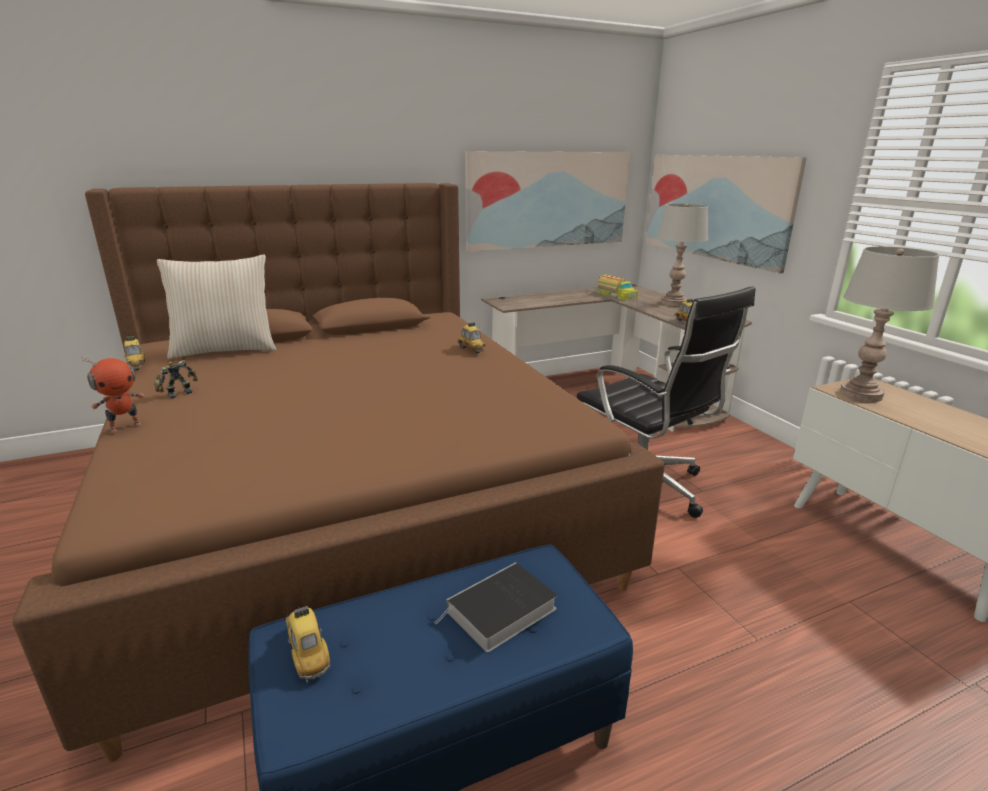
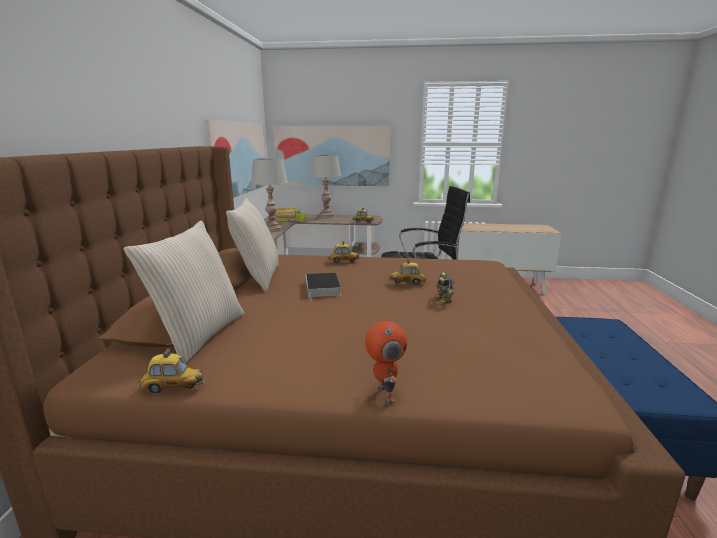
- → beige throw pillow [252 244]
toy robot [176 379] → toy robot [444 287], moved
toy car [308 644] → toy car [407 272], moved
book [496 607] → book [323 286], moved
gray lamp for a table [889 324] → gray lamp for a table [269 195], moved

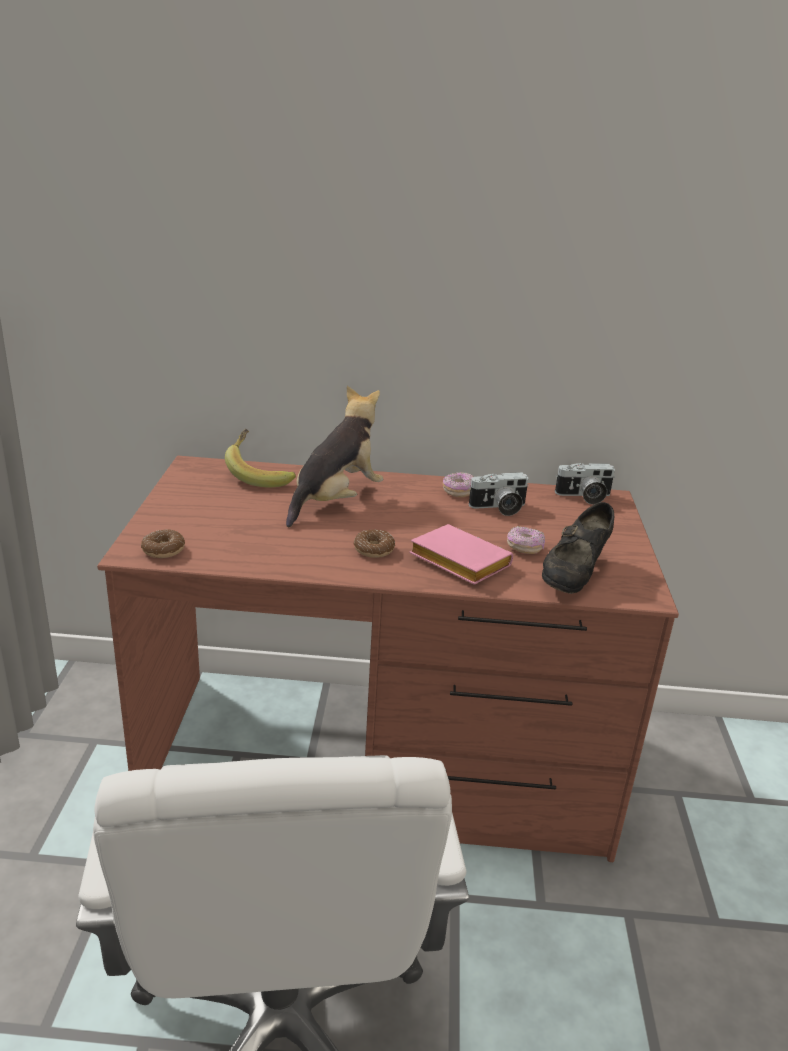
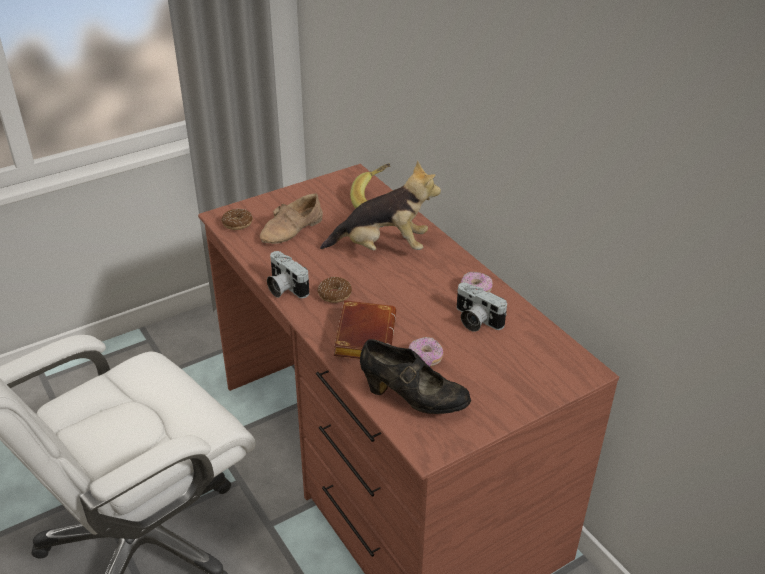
- → beige shoe [291 218]
photo camera [585 483] → photo camera [288 274], moved
pink-coloured book [461 554] → brown book [365 329]
black shoe [578 548] → black shoe [415 376], 150 degrees counterclockwise

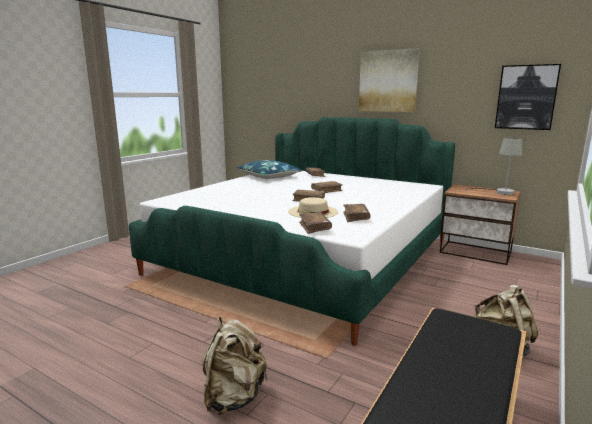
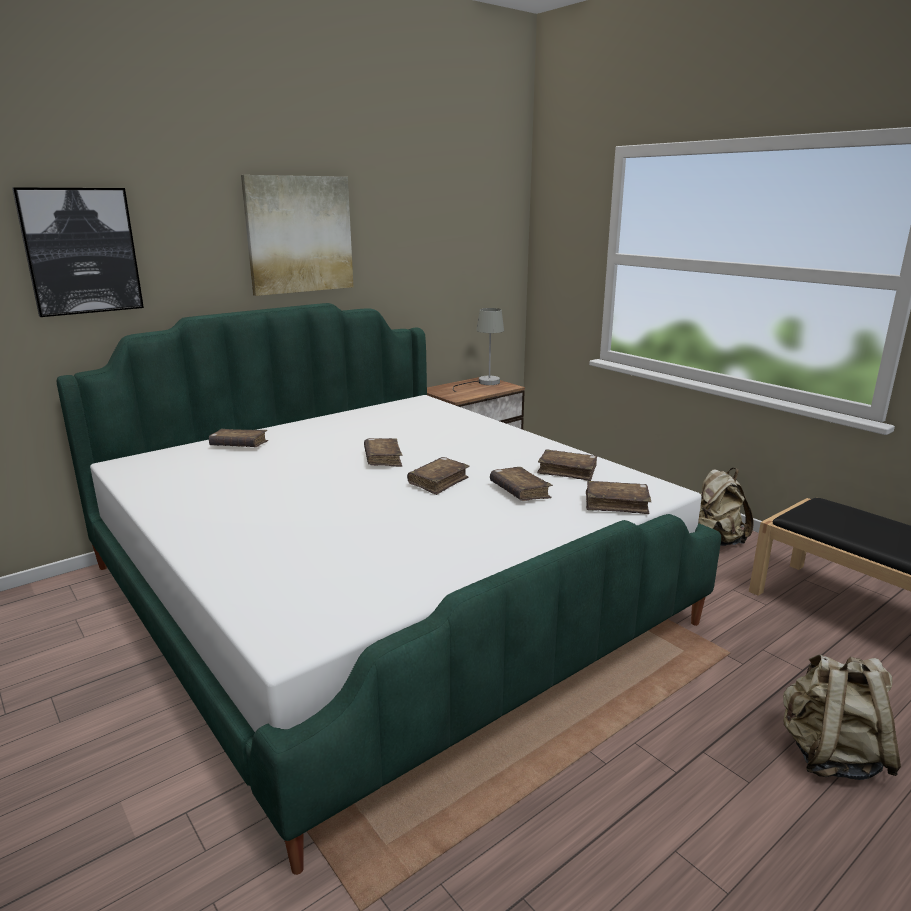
blue-coloured throw pillow [269 169] → -
wall picture [528 97] → wall picture [78 252], moved
beige hat [313 207] → brown book [521 484]

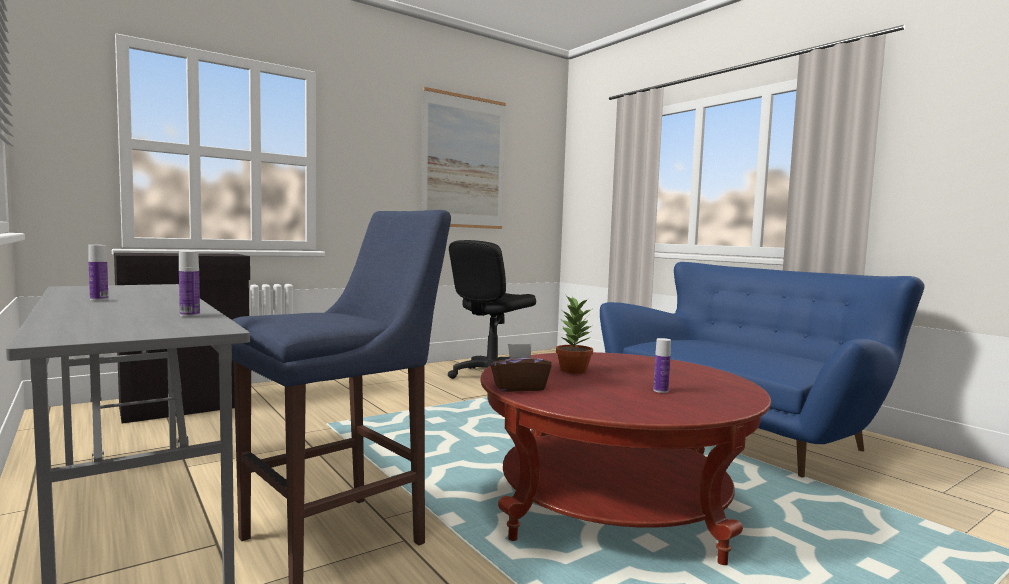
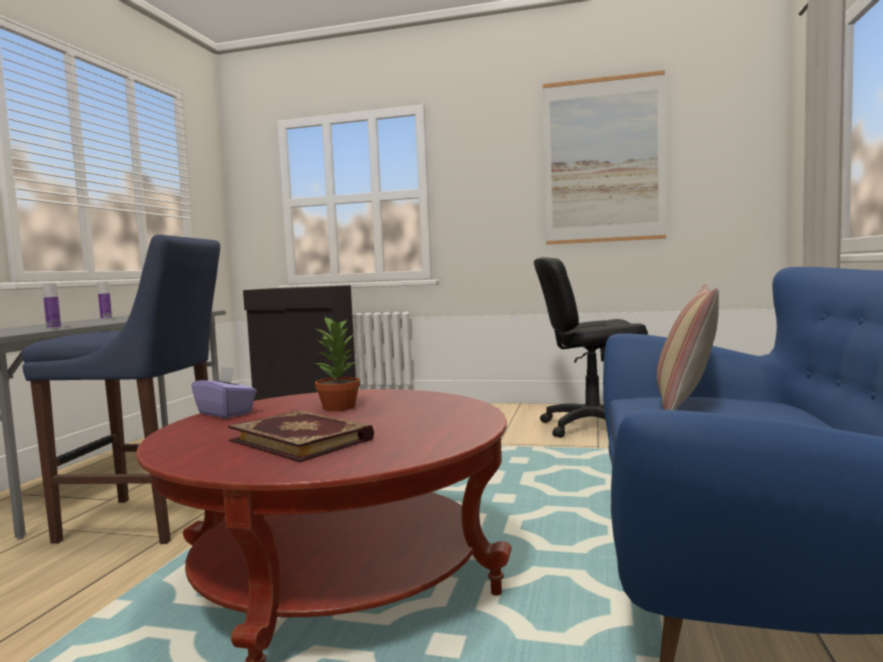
- → throw pillow [688 347]
drink bottle [662 365] → book [301 436]
brown box of tissues [521 368] → purplish box of tissues [224 392]

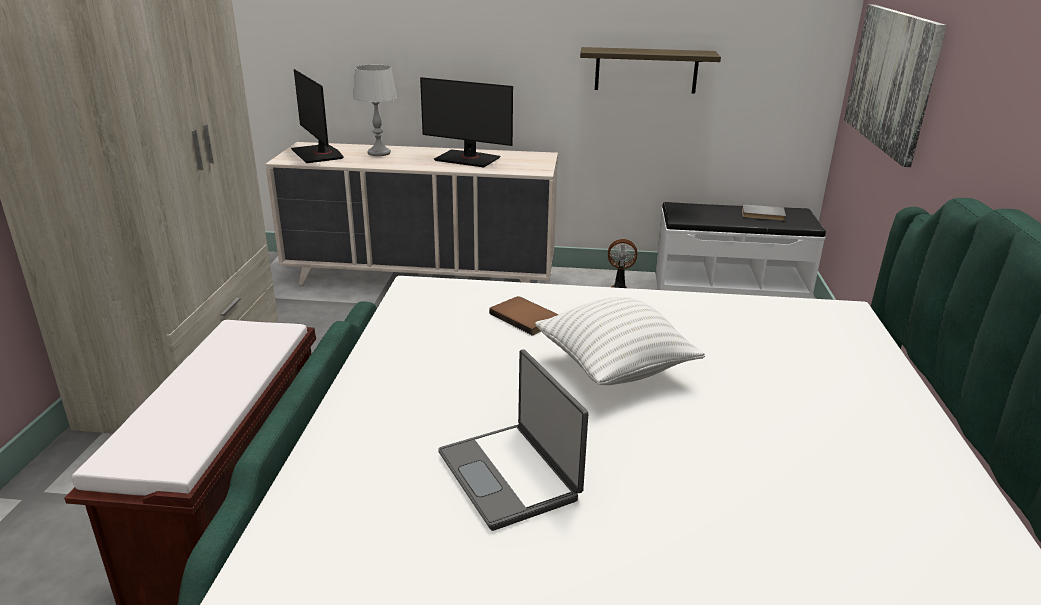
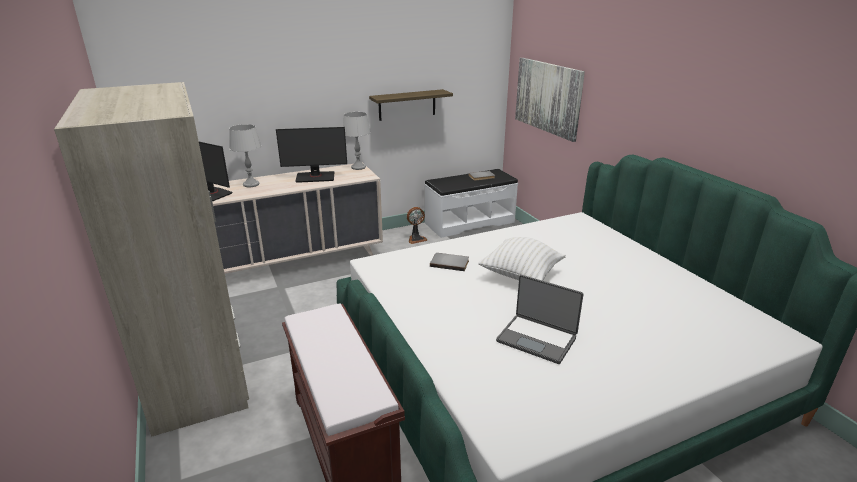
- → gray lamp for a table [357 141]
brown book [524 316] → gray book [449 262]

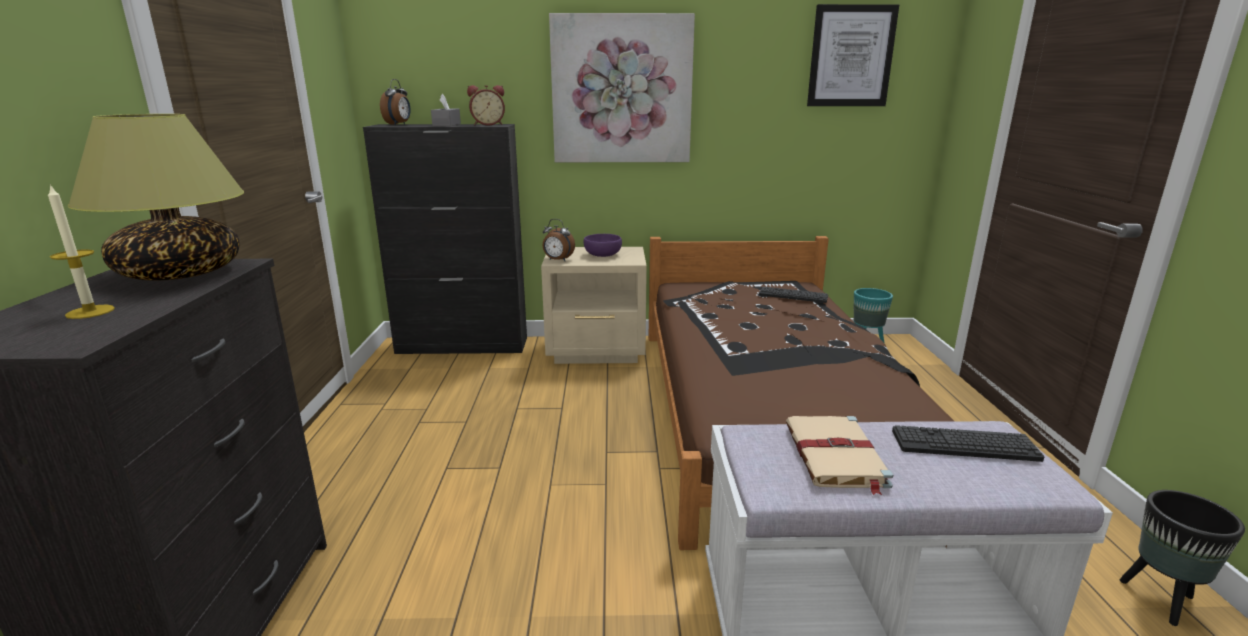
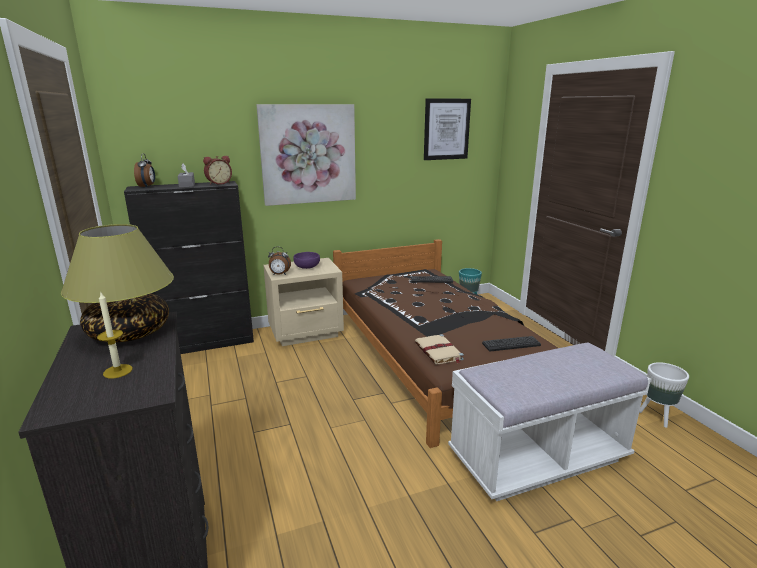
beige book [839 455] → beige book [439 349], moved
PC keyboard [968 443] → PC keyboard [511 343], moved
black planter [1182 558] → white-coloured planter [664 395]

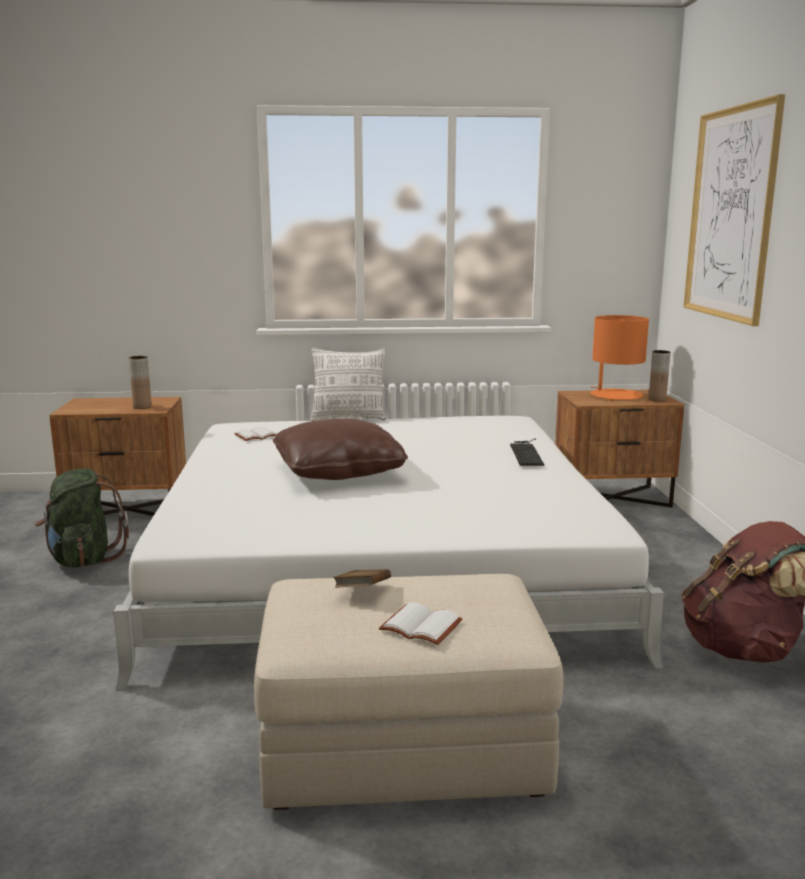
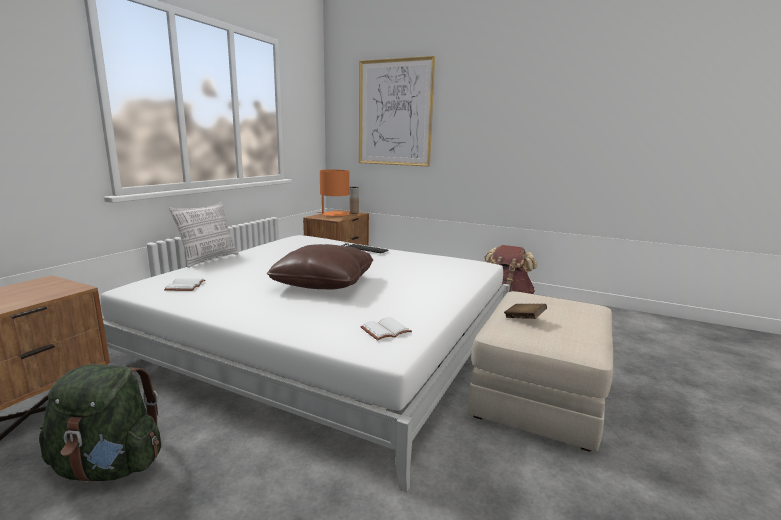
brown vase [140 382] → -
white-coloured book [421 623] → white-coloured book [386 329], moved

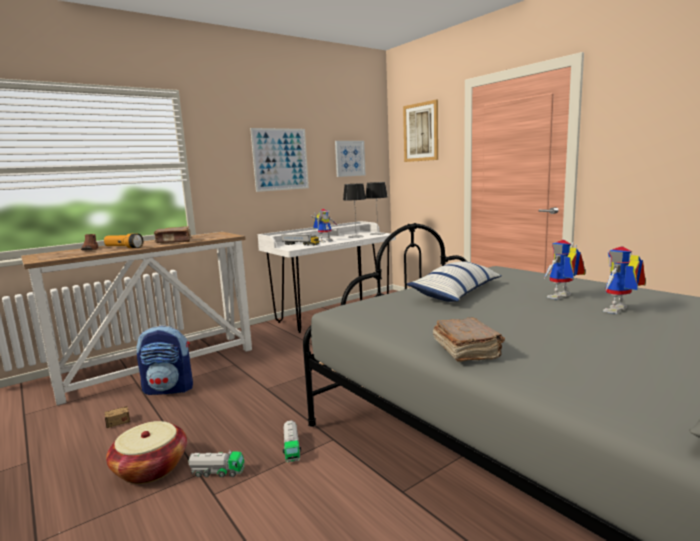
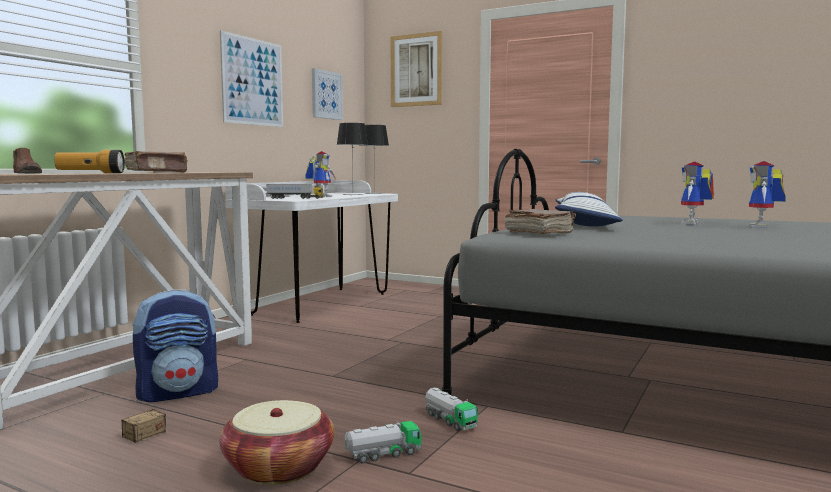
brown book [469 339] → brown book [540 221], moved

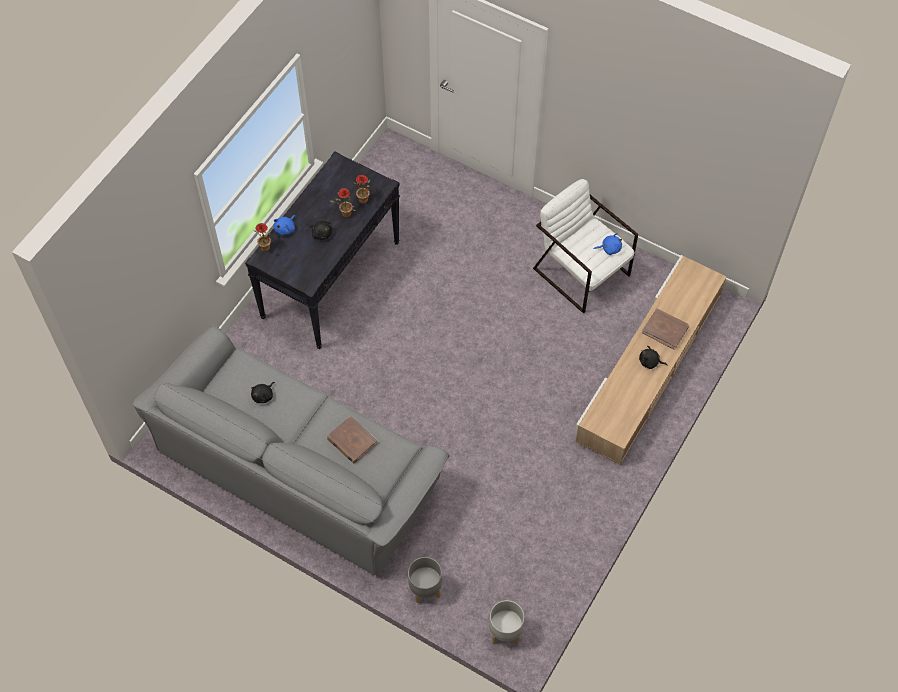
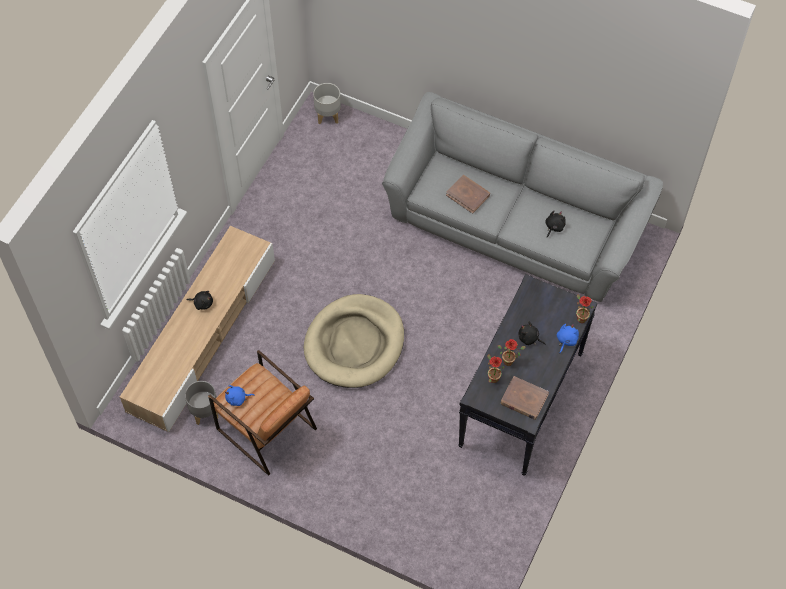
- → beige dog bed [354 341]
gray planter [425 580] → gray planter [202 403], moved
brown book [665 329] → brown book [525 398], moved
white-coloured armchair [585 246] → brown armchair [262 413]

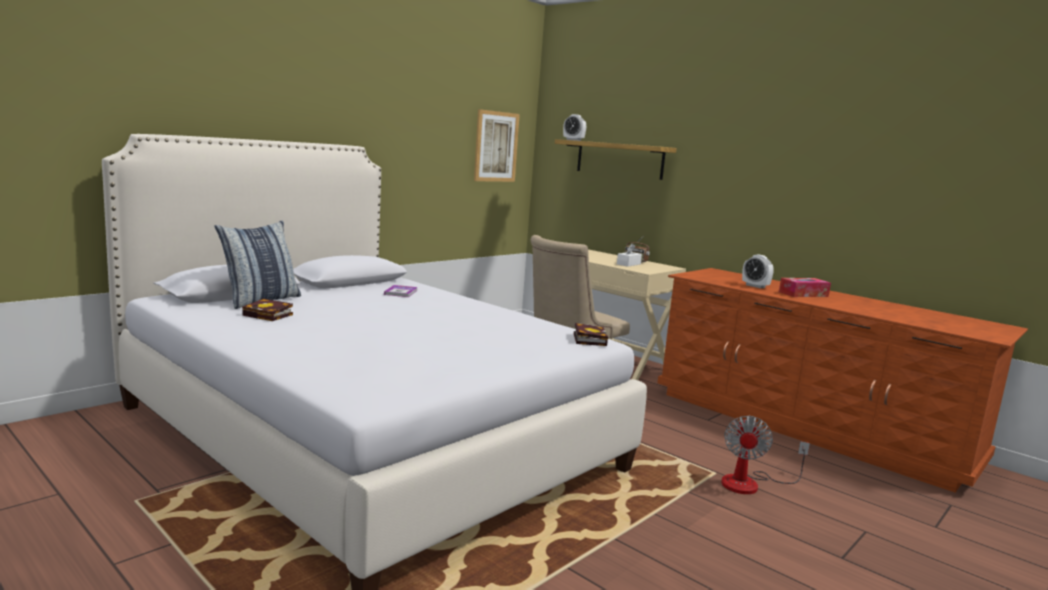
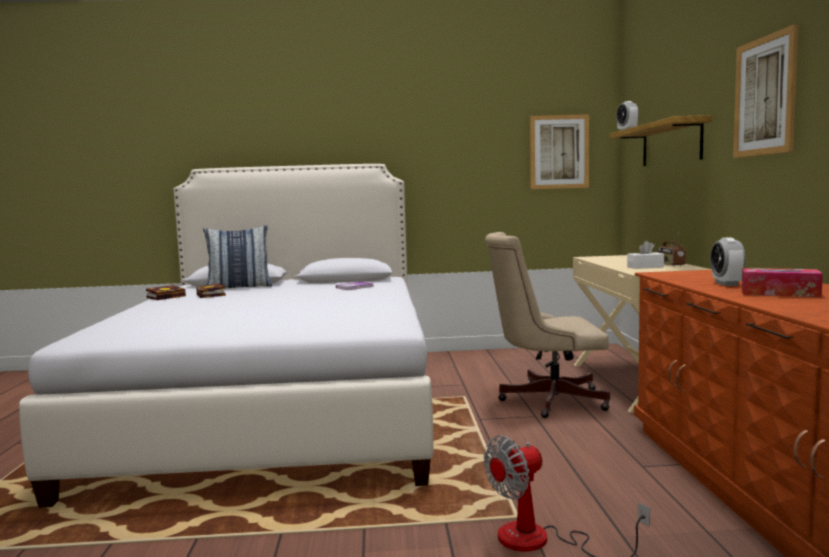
- → wall picture [766 91]
book [591 334] → book [166 292], moved

